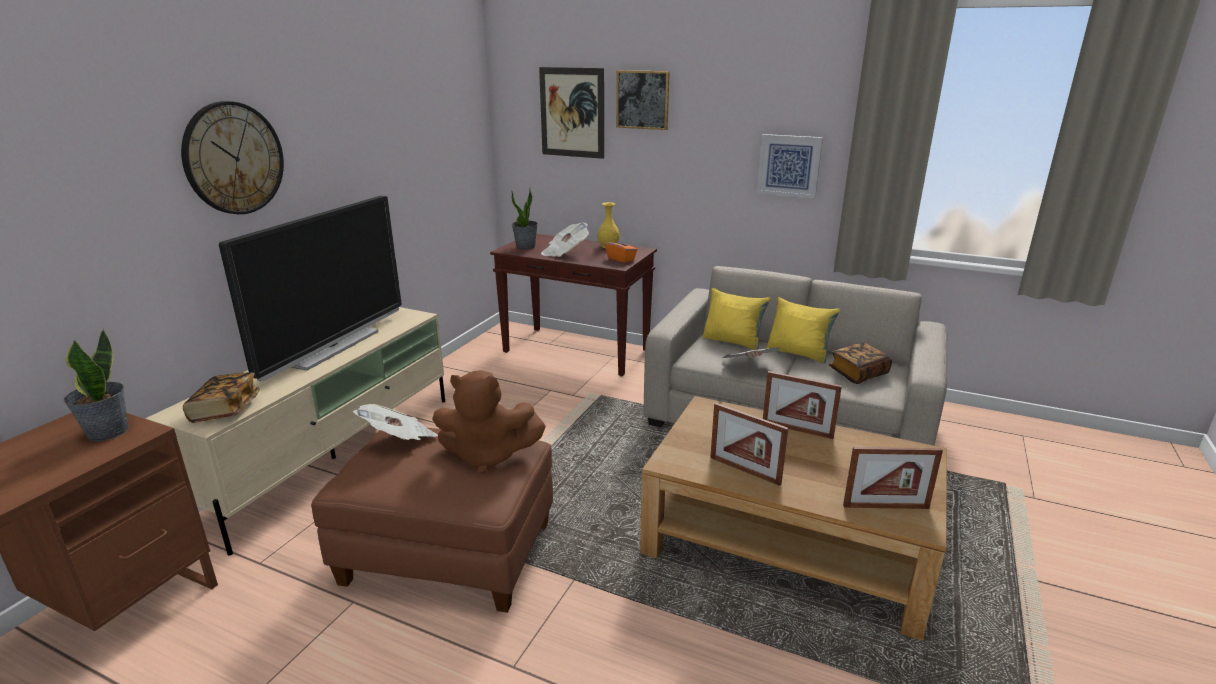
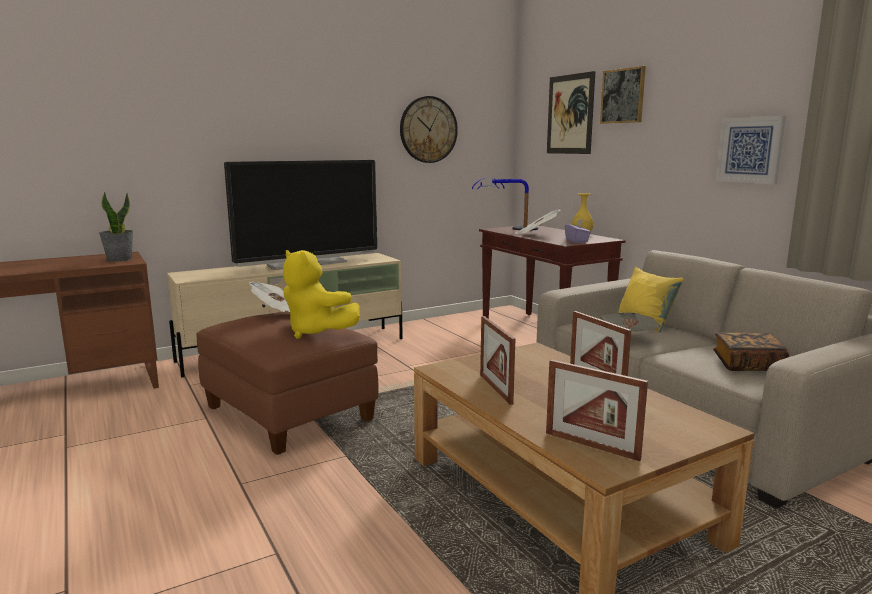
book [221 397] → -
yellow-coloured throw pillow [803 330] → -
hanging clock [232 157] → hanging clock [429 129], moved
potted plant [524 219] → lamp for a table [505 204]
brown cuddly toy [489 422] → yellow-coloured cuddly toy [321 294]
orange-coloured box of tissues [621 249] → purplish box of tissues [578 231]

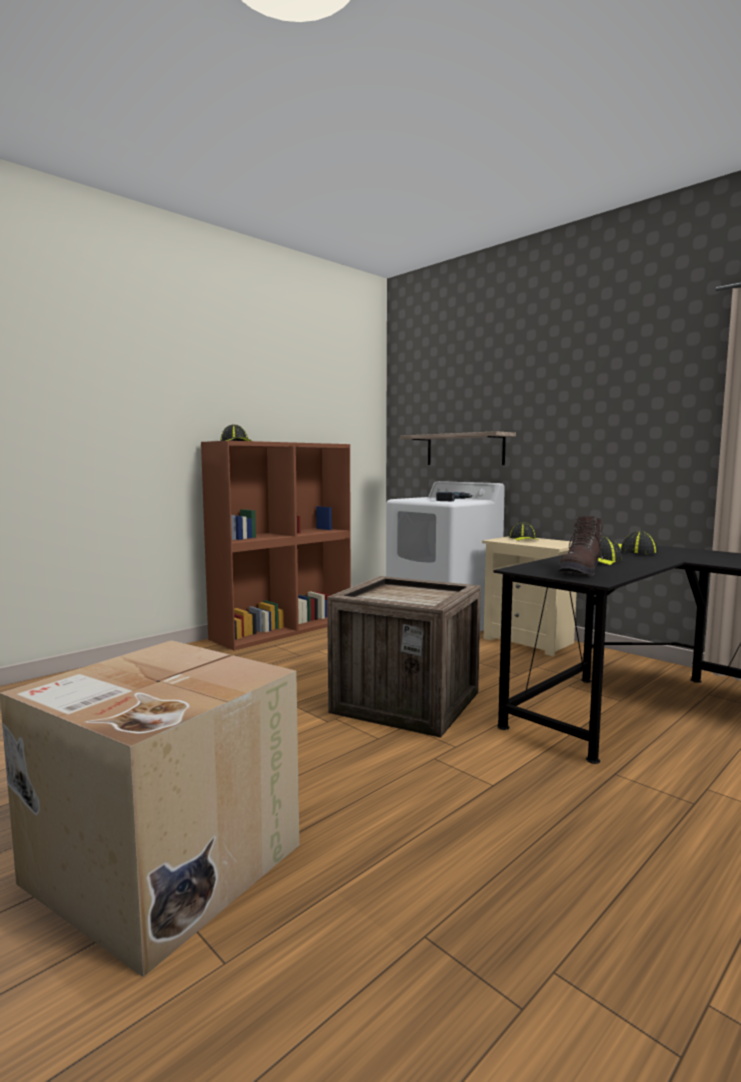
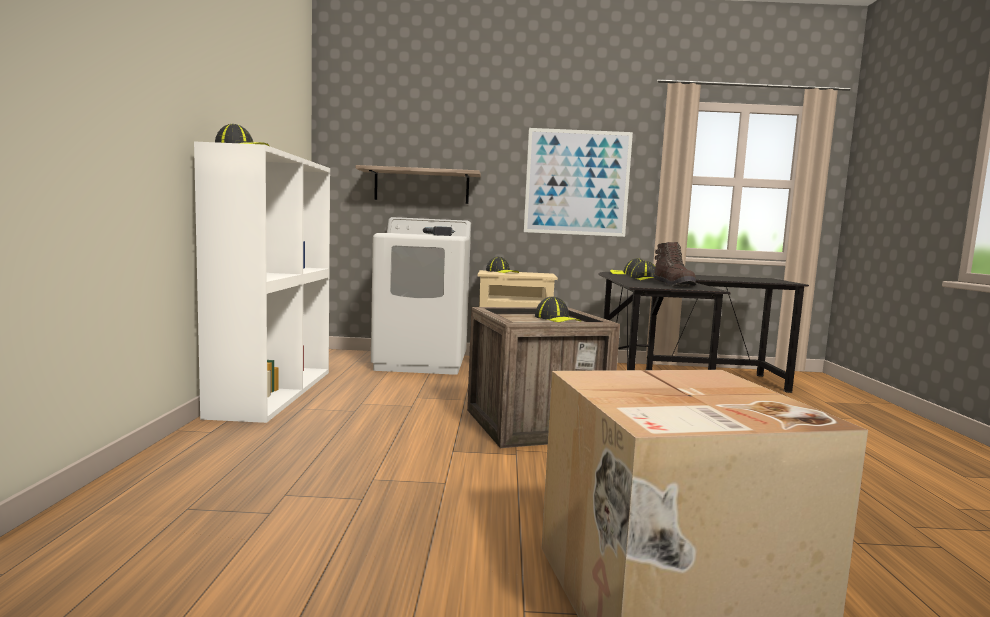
- → wall picture [578 182]
- → cap [558 309]
brown shelving unit [276 546] → white-coloured shelving unit [262 282]

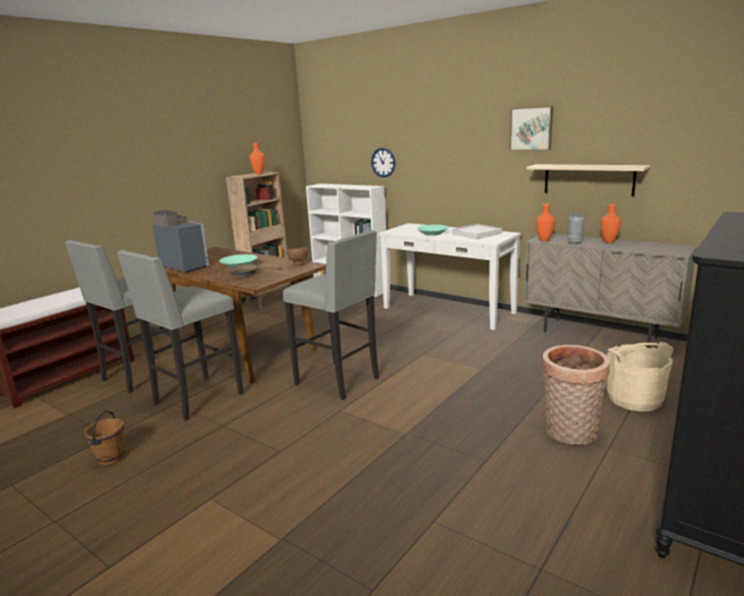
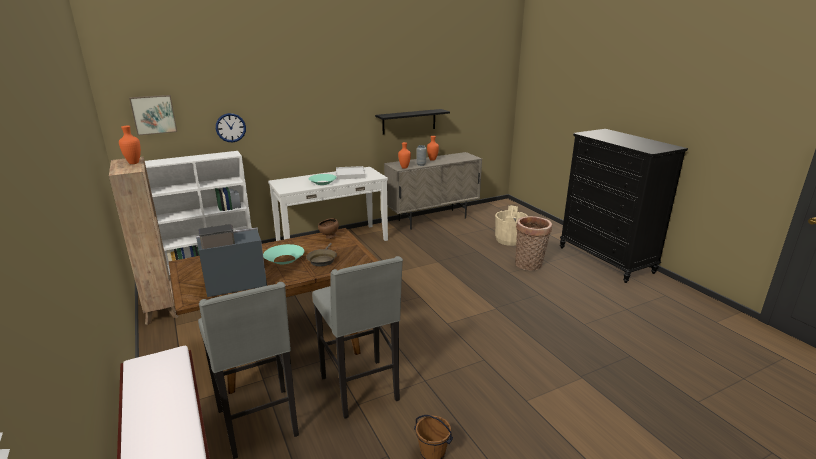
gray stool seat [331 315] → -
wall picture [531 128] → wall picture [153 115], moved
beige wall shelf [588 180] → black wall shelf [412 122]

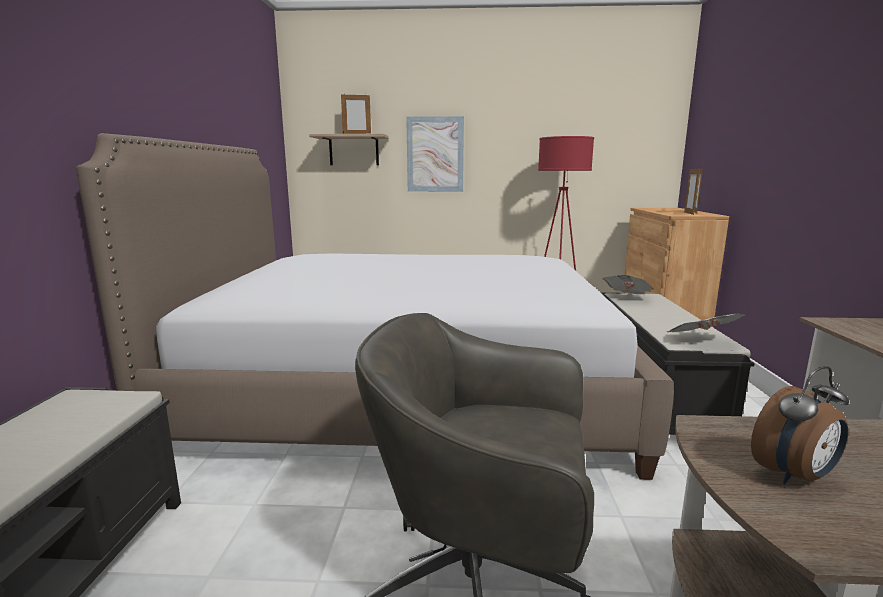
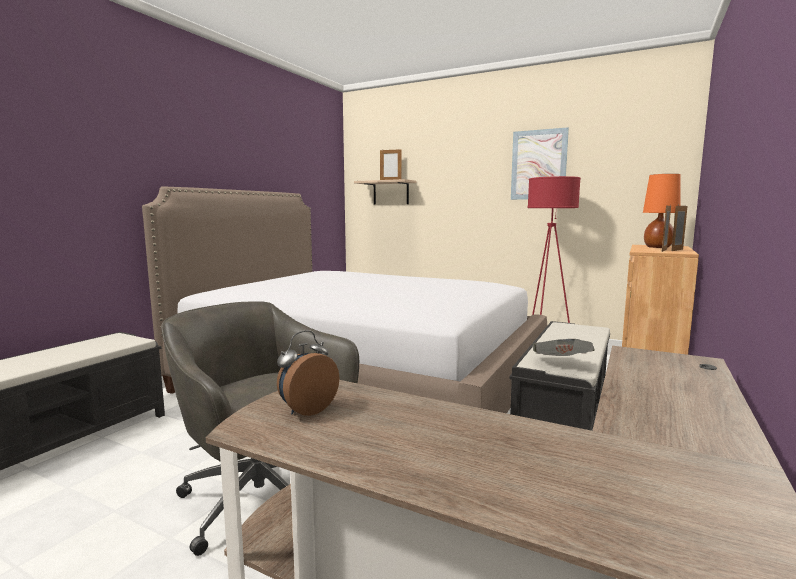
daily paper [628 284] → -
- → orange-coloured lamp for a table [662 211]
wall picture [435 154] → wall picture [540 163], moved
bedside clock [800 425] → bedside clock [308 373], 135 degrees clockwise

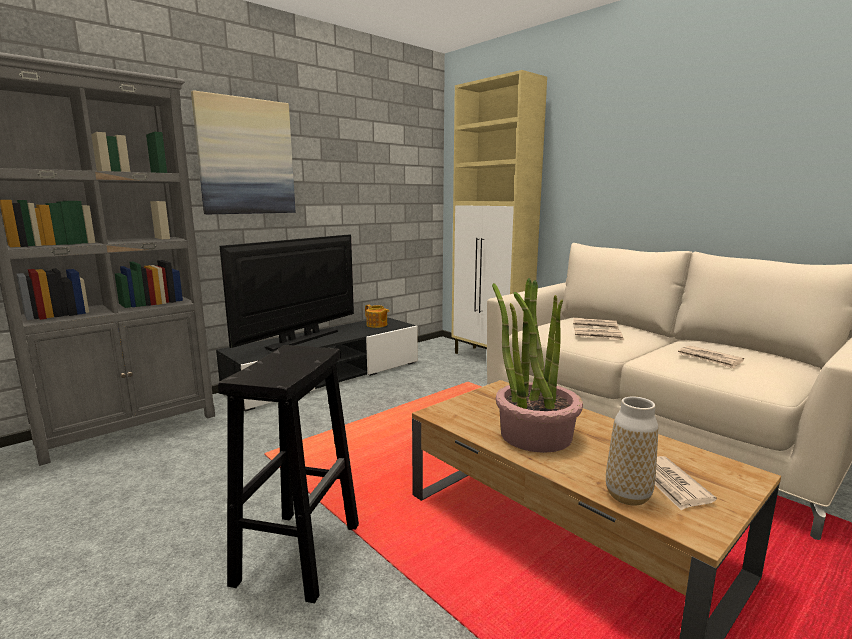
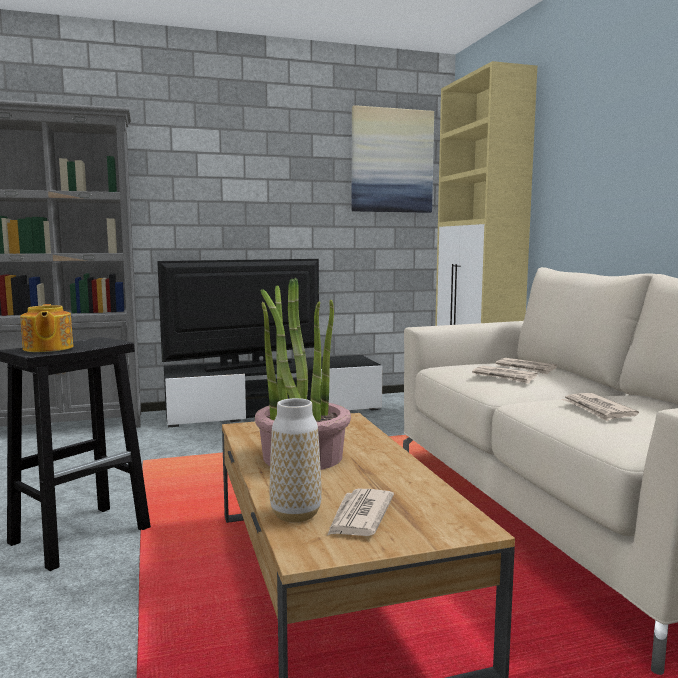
wall picture [243 152] → wall picture [393 159], moved
teapot [377 316] → teapot [46 328], moved

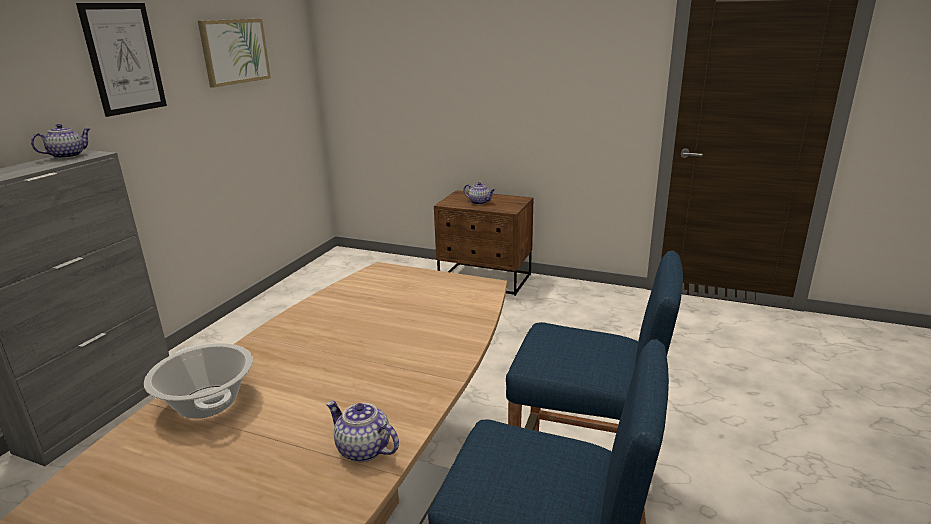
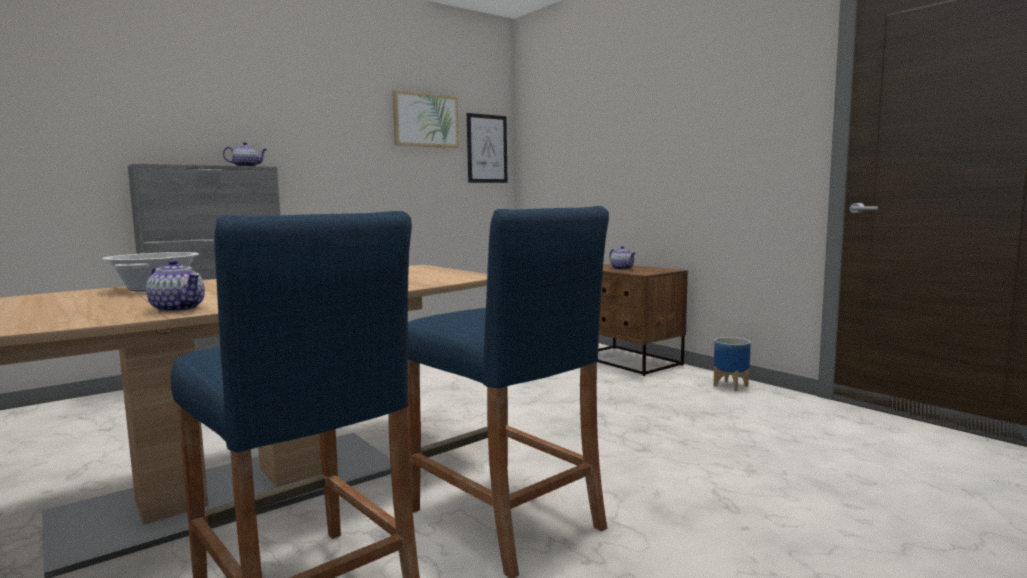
- → planter [732 364]
wall picture [121 60] → wall picture [487 148], moved
teapot [362 431] → teapot [175 285], 150 degrees clockwise

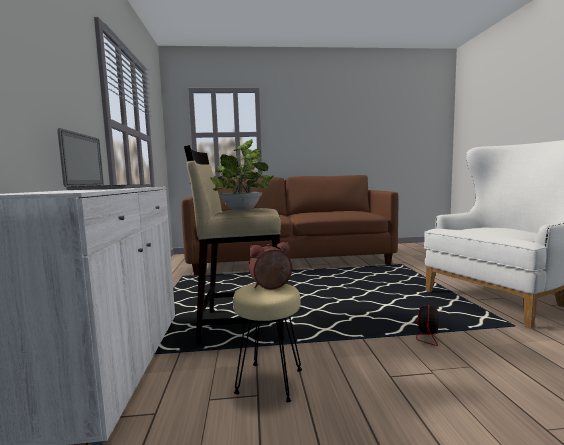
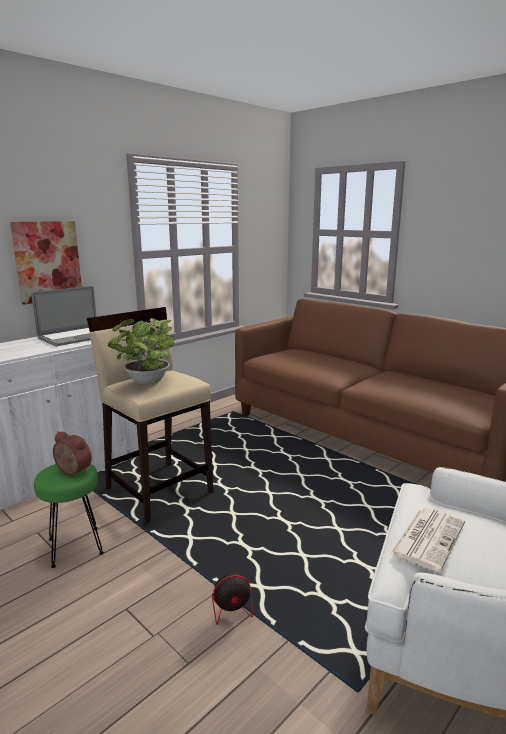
- → wall picture [46 263]
- → daily paper [427 540]
beige stool seat [267 342] → green-coloured stool seat [69 516]

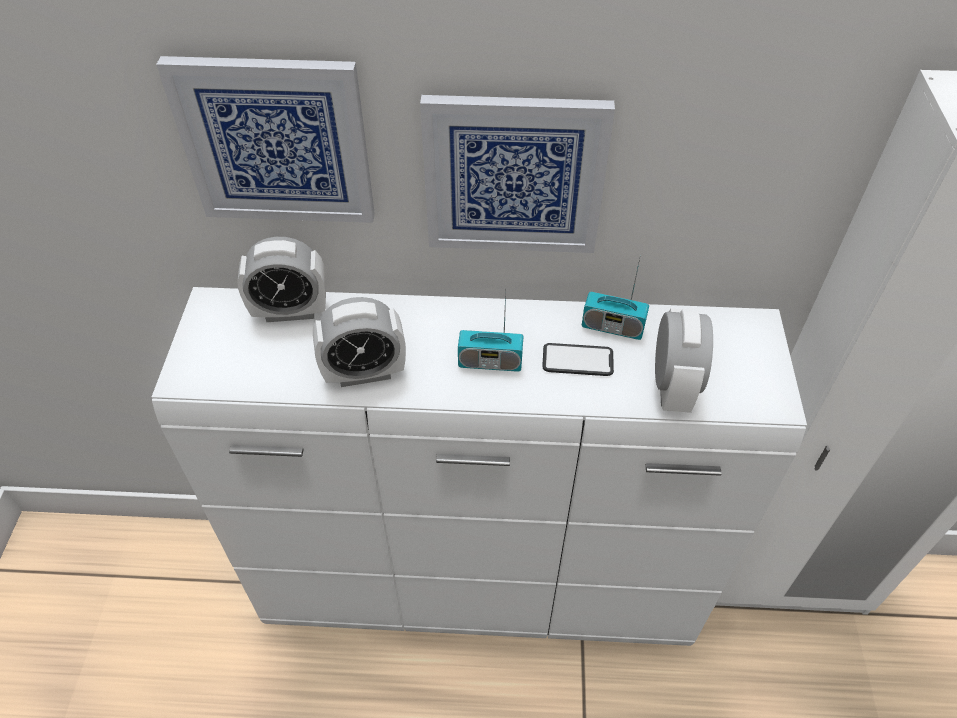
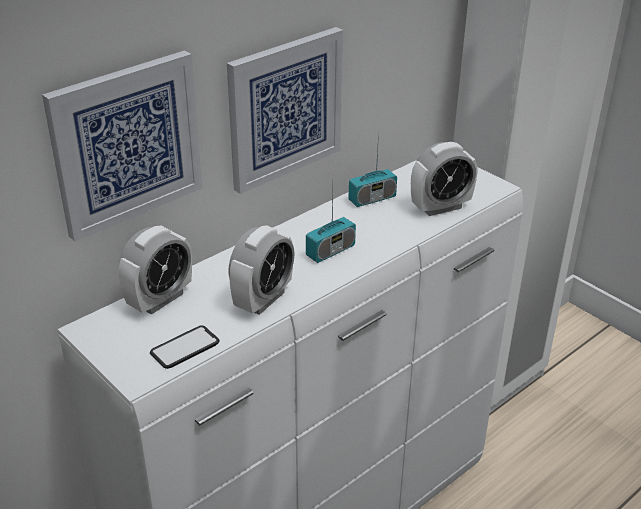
telephone [578 359] → telephone [185 347], moved
bedside clock [684 360] → bedside clock [444 179], 105 degrees clockwise

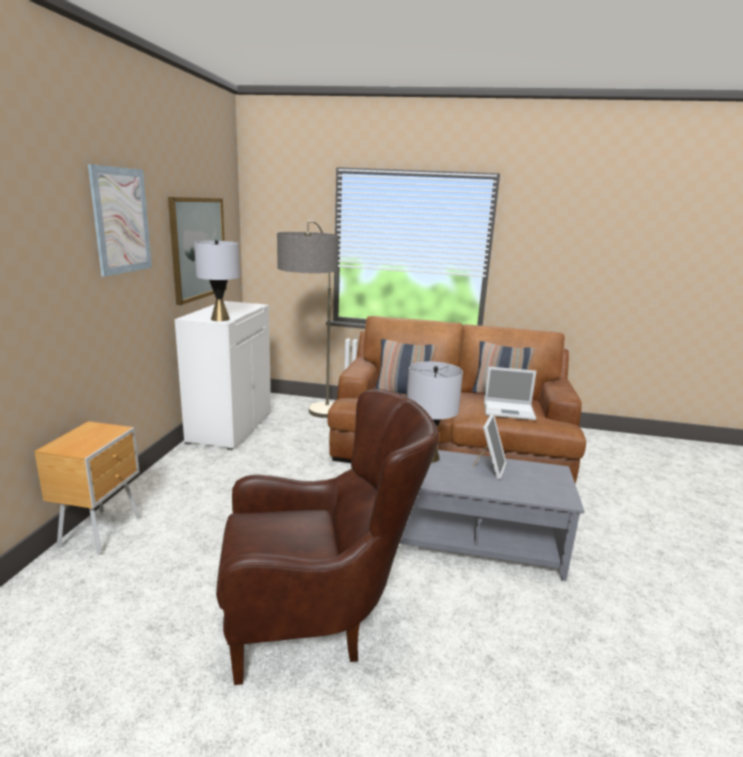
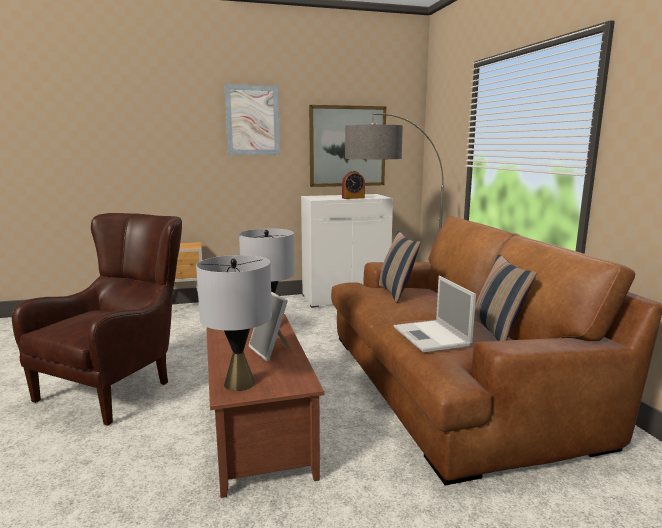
- → bedside clock [353 185]
gray lamp for a table [217 280] → gray lamp for a table [234 323], moved
gray low table [491 515] → brown low table [265 406]
brown armchair [327 537] → brown armchair [97 319], 120 degrees counterclockwise
picture frame [489 446] → picture frame [270 326], 60 degrees clockwise

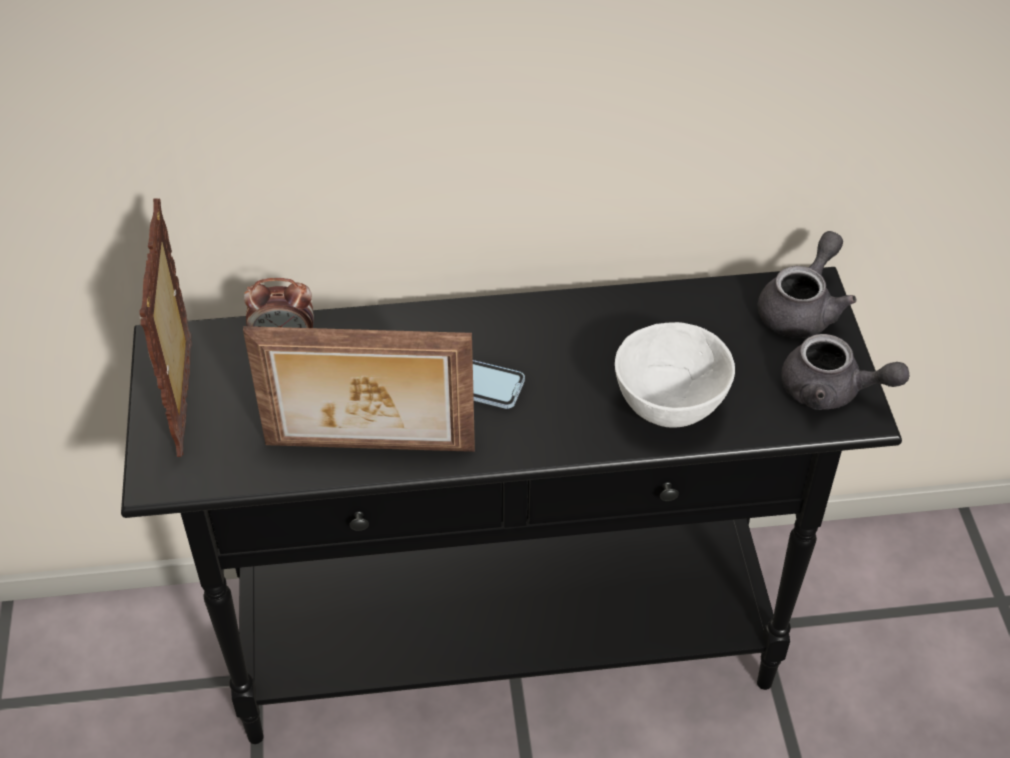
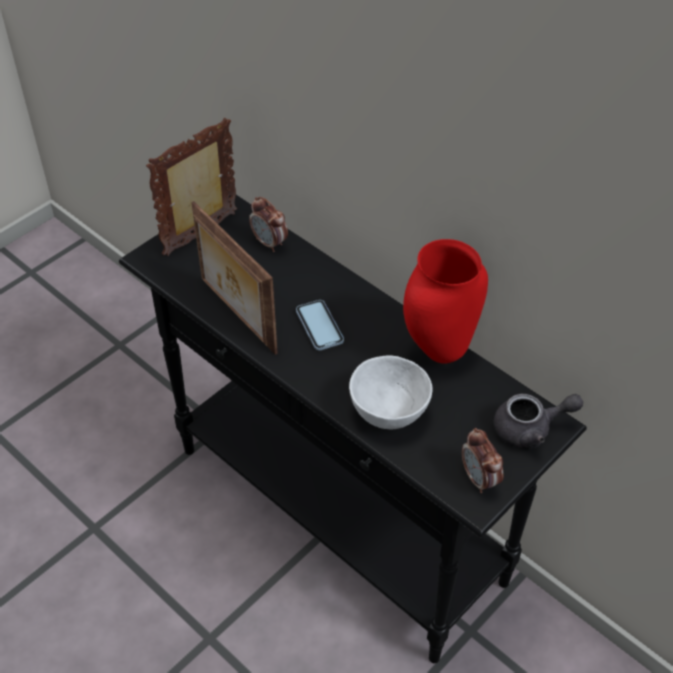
- → red-coloured vase [445 301]
gray teapot [845 372] → bedside clock [482 460]

